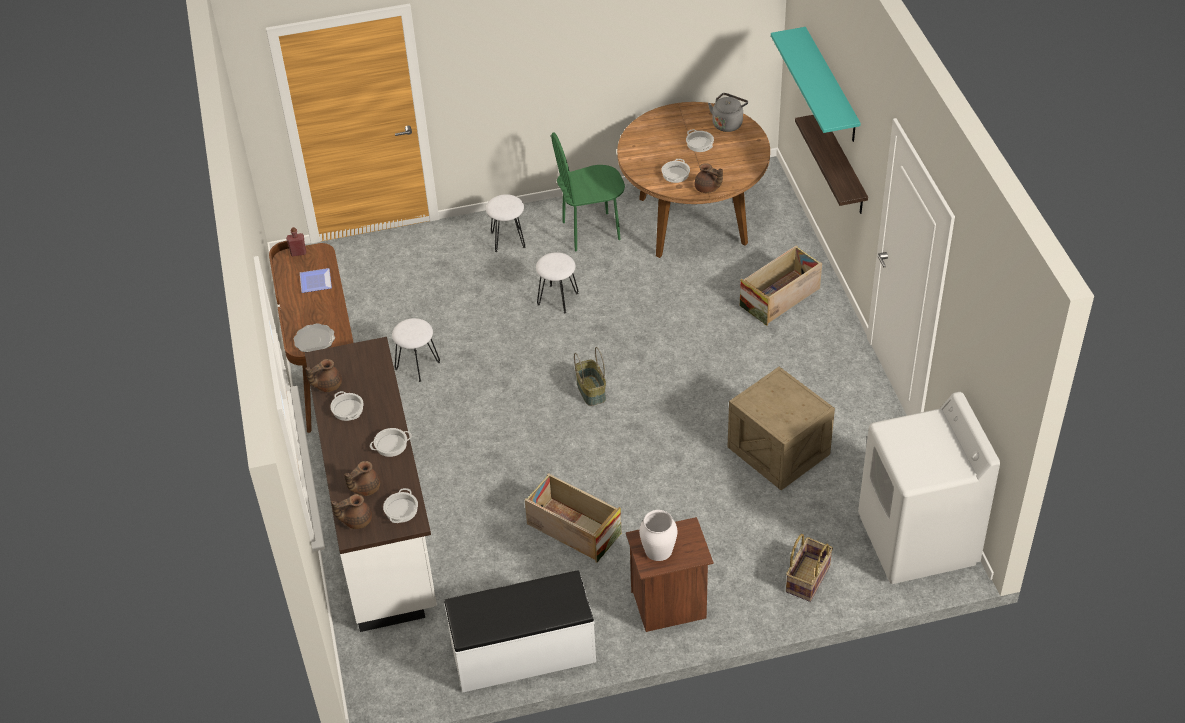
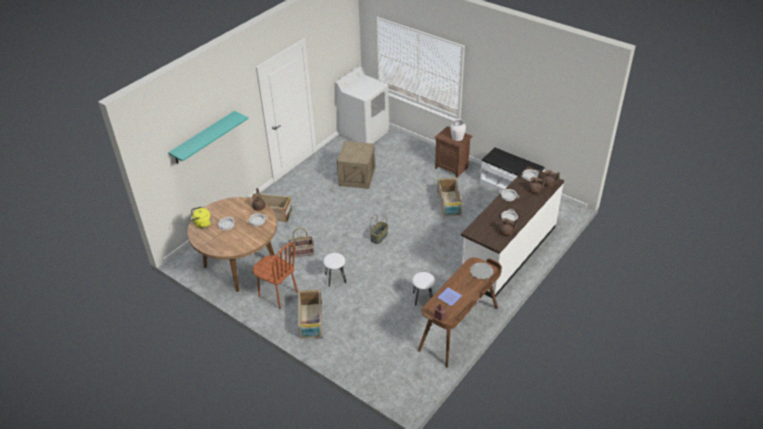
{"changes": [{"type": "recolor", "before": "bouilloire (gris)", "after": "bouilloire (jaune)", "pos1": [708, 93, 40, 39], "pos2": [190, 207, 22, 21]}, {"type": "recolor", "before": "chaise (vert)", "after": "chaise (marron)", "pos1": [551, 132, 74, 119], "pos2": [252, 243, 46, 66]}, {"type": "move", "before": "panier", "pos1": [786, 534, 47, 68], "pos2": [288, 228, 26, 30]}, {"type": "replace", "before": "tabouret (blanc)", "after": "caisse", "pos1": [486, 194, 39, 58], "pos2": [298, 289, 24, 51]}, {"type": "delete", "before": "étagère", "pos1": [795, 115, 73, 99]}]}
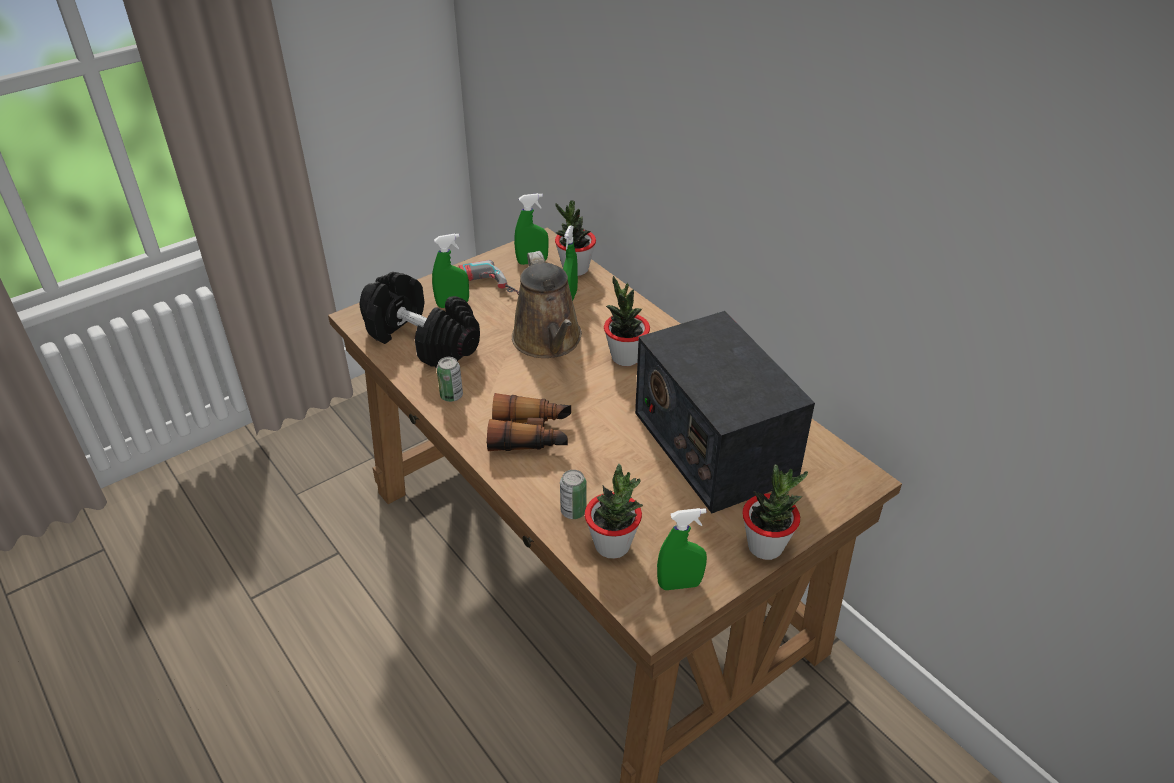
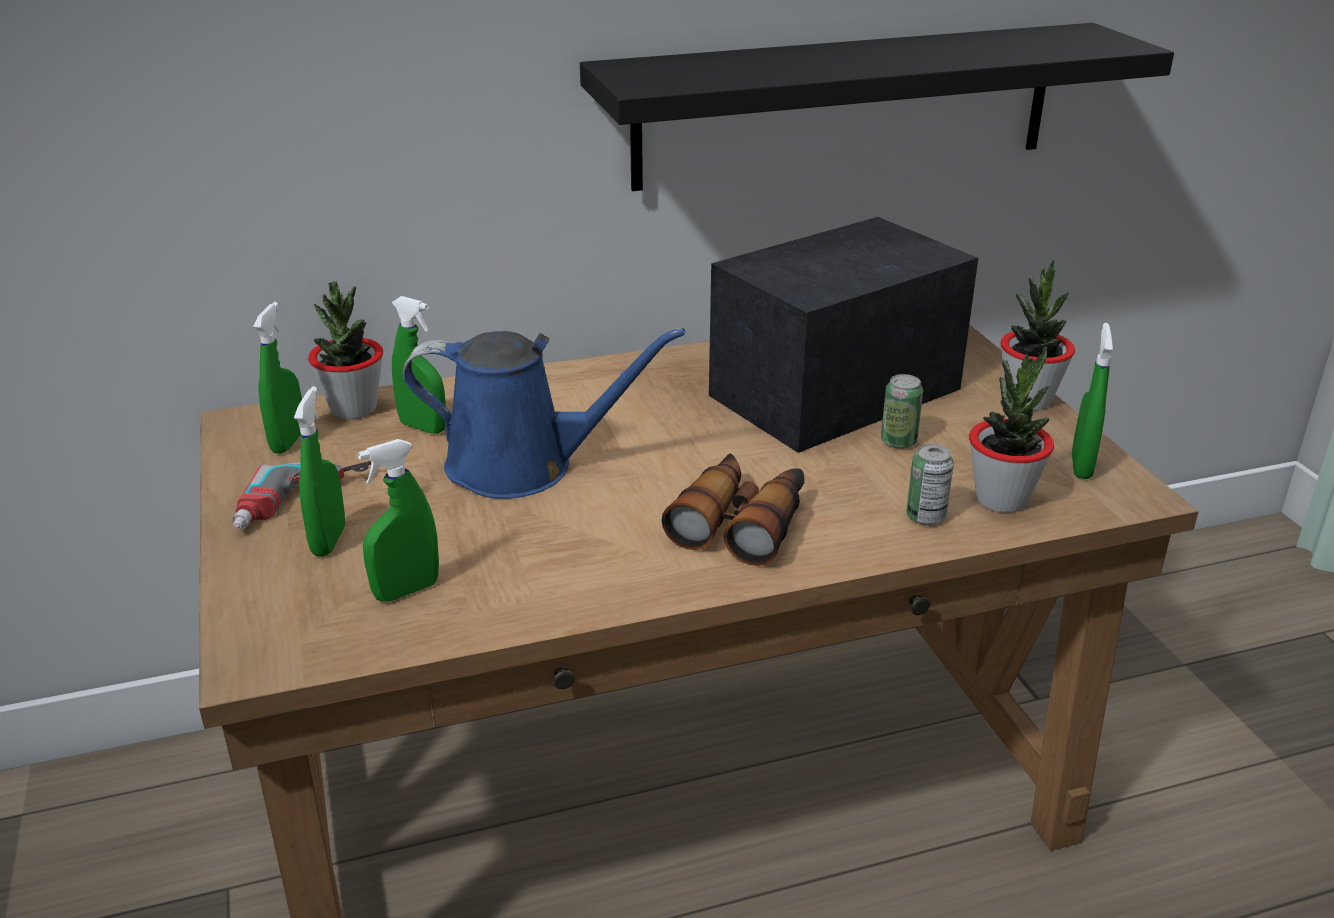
{"changes": [{"type": "replace", "before": "haltère (noir)", "after": "vaporisateur (vert)", "pos1": [359, 272, 121, 96], "pos2": [358, 439, 81, 163]}, {"type": "recolor", "before": "arrosoir (marron)", "after": "arrosoir (bleu)", "pos1": [512, 251, 70, 107], "pos2": [403, 328, 282, 171]}, {"type": "insert", "after": "étagère (noir)", "pos2": [580, 23, 594, 168]}, {"type": "rotate", "before": "radio", "pos1": [635, 311, 180, 202], "pos2": [709, 217, 269, 236], "turn": 150}, {"type": "move", "before": "boîte métallique", "pos1": [437, 357, 26, 45], "pos2": [881, 374, 42, 75]}, {"type": "delete", "before": "plante en pot", "pos1": [604, 276, 46, 90]}]}
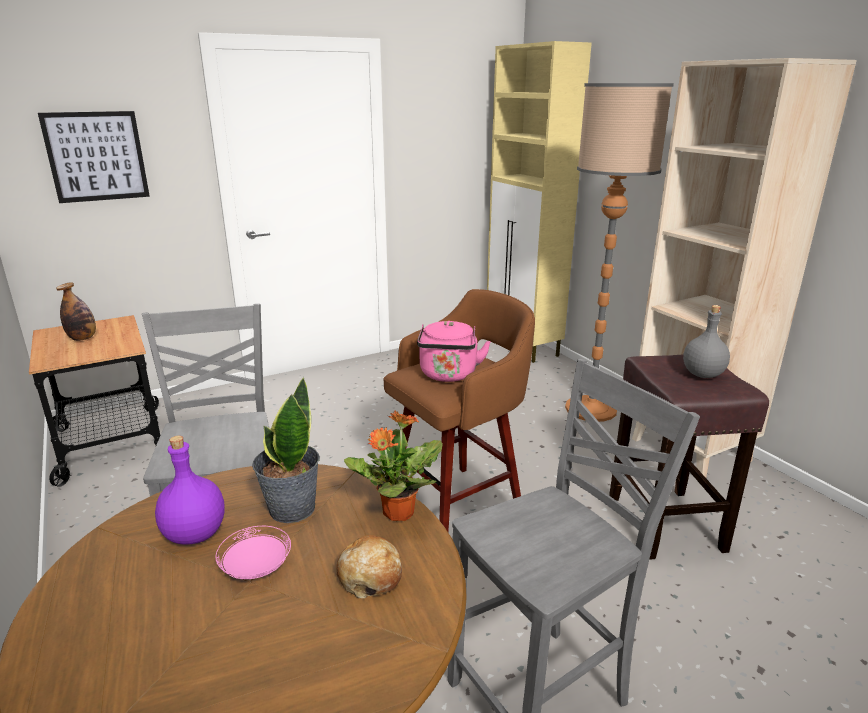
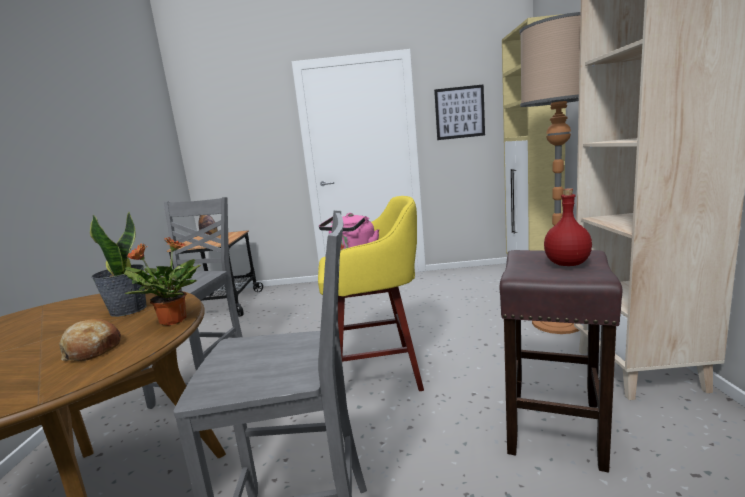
{"changes": [{"type": "recolor", "before": "tabouret (marron)", "after": "tabouret (jaune)", "pos1": [383, 289, 152, 242], "pos2": [318, 196, 106, 195]}, {"type": "move", "before": "tableau", "pos1": [38, 111, 112, 92], "pos2": [434, 84, 51, 56]}, {"type": "recolor", "before": "bouteille (gris)", "after": "bouteille (rouge)", "pos1": [683, 305, 47, 73], "pos2": [544, 188, 48, 78]}, {"type": "delete", "before": "bouteille (violet)", "pos1": [155, 436, 69, 109]}, {"type": "delete", "before": "assiette (rose)", "pos1": [216, 526, 75, 53]}]}
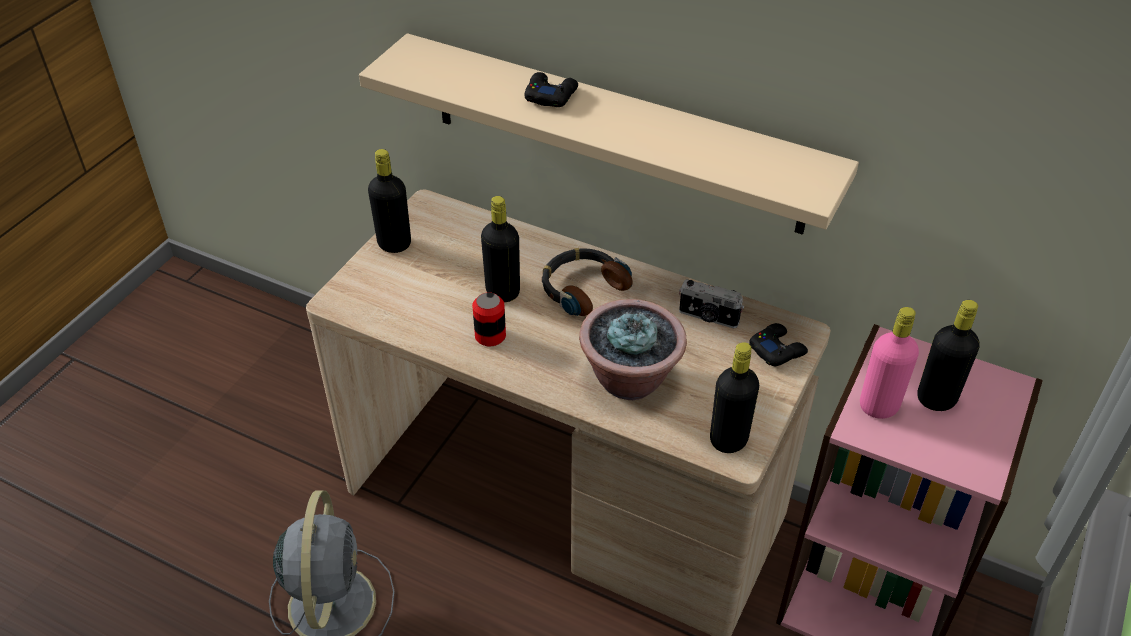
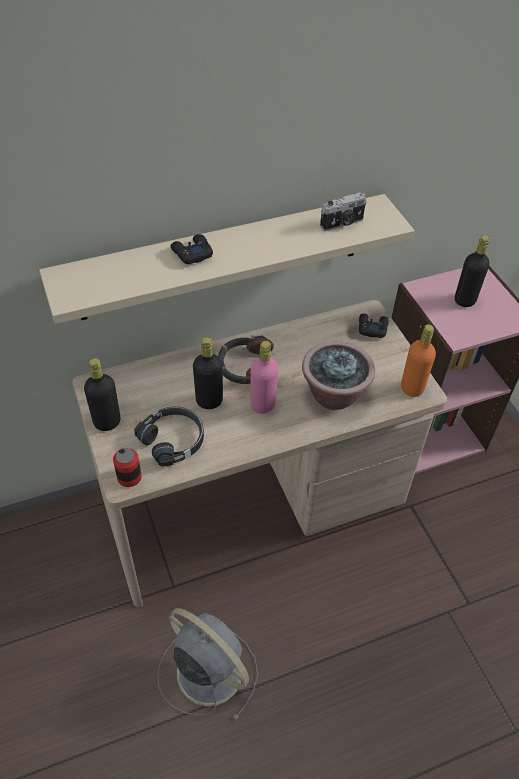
{"changes": [{"type": "move", "before": "boîte métallique", "pos1": [472, 292, 34, 54], "pos2": [113, 448, 29, 39]}, {"type": "insert", "after": "casque audio (noir)", "pos2": [134, 407, 70, 60]}, {"type": "move", "before": "bouteille (rose)", "pos1": [860, 307, 59, 112], "pos2": [250, 341, 28, 73]}, {"type": "move", "before": "appareil photo", "pos1": [679, 280, 65, 48], "pos2": [320, 192, 46, 39]}, {"type": "recolor", "before": "bouteille (noir)", "after": "bouteille (orange)", "pos1": [710, 342, 49, 111], "pos2": [401, 324, 35, 73]}]}
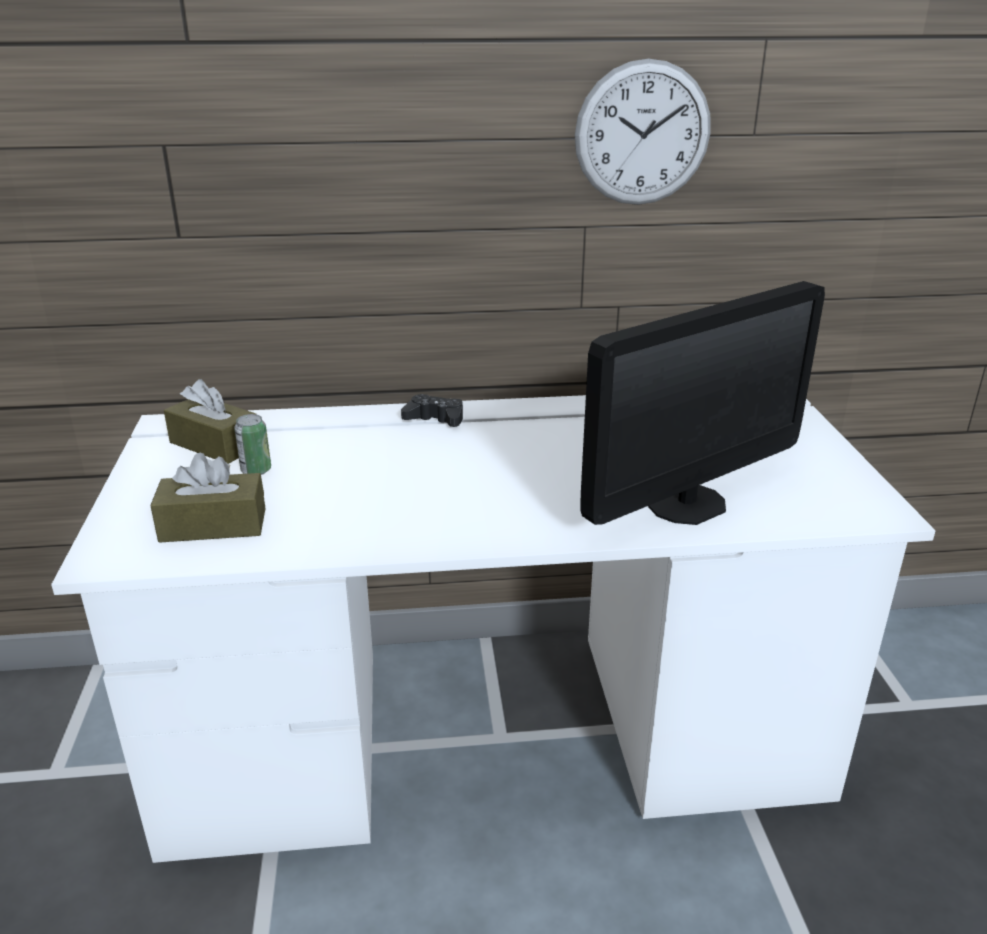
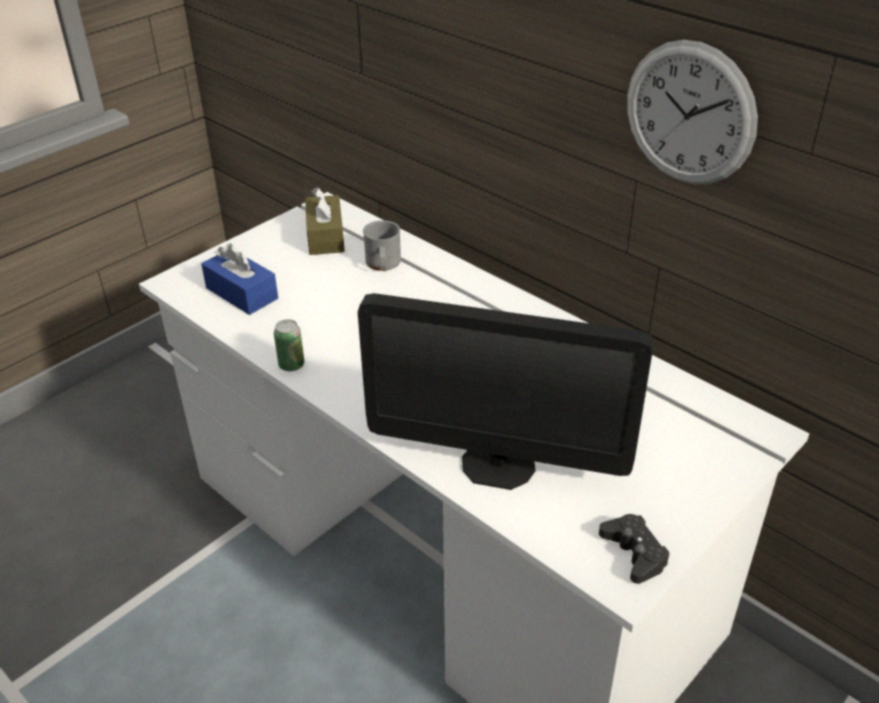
{"changes": [{"type": "recolor", "before": "boîte à mouchoirs (marron)", "after": "boîte à mouchoirs (bleu)", "pos1": [150, 453, 116, 90], "pos2": [201, 243, 77, 72]}, {"type": "move", "before": "boîte métallique", "pos1": [234, 414, 37, 61], "pos2": [274, 319, 31, 52]}, {"type": "insert", "after": "mug (gris)", "pos2": [363, 220, 38, 51]}, {"type": "move", "before": "manette (noir)", "pos1": [401, 394, 62, 33], "pos2": [599, 514, 71, 70]}]}
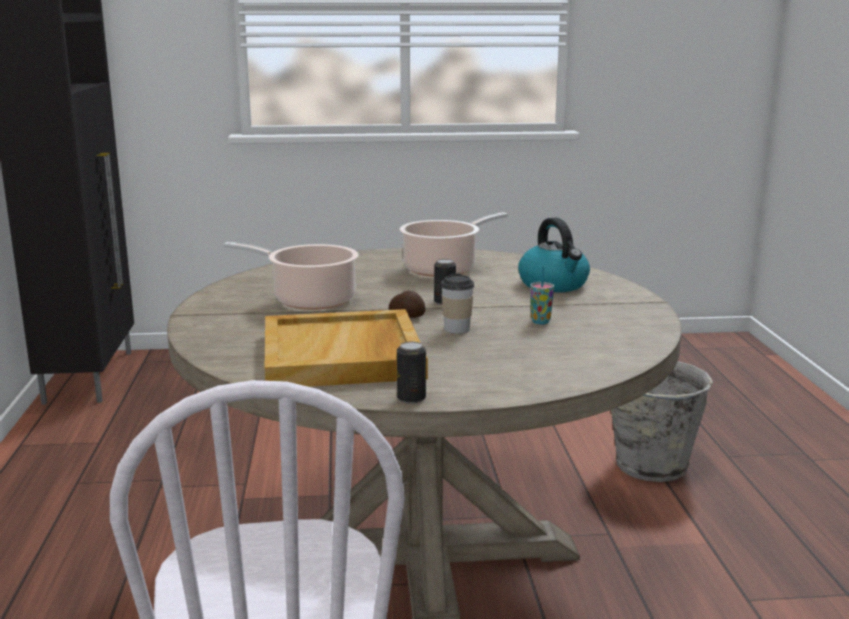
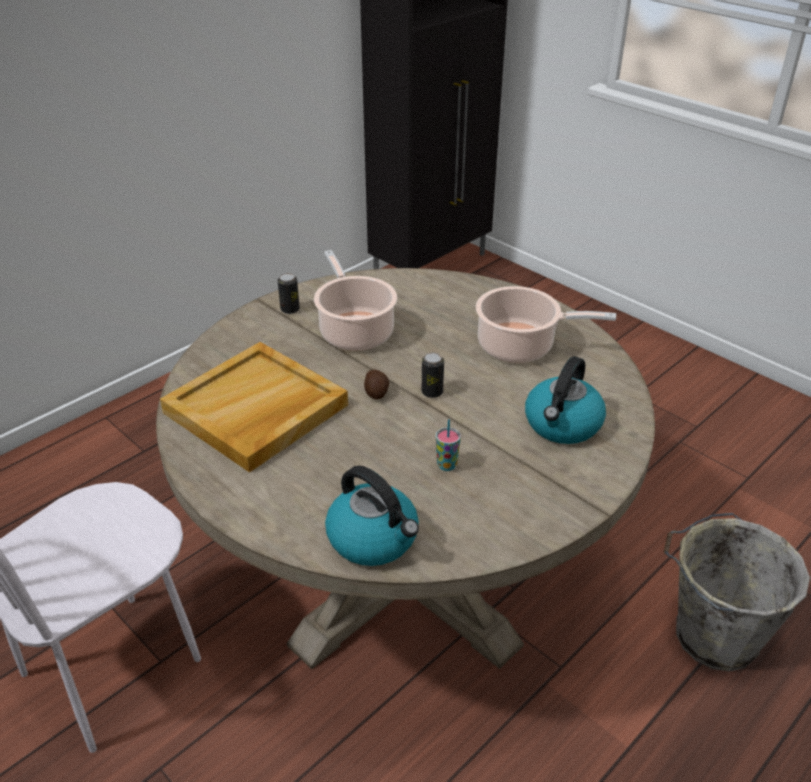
{"changes": [{"type": "move", "before": "boîte métallique", "pos1": [397, 341, 29, 63], "pos2": [278, 273, 22, 41]}, {"type": "insert", "after": "bouilloire", "pos2": [325, 466, 94, 100]}, {"type": "delete", "before": "tasse", "pos1": [441, 273, 33, 61]}]}
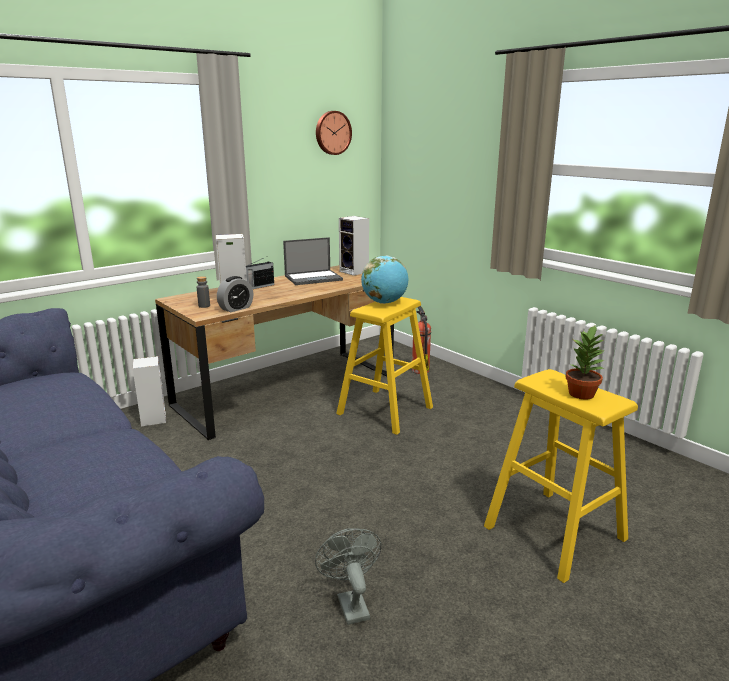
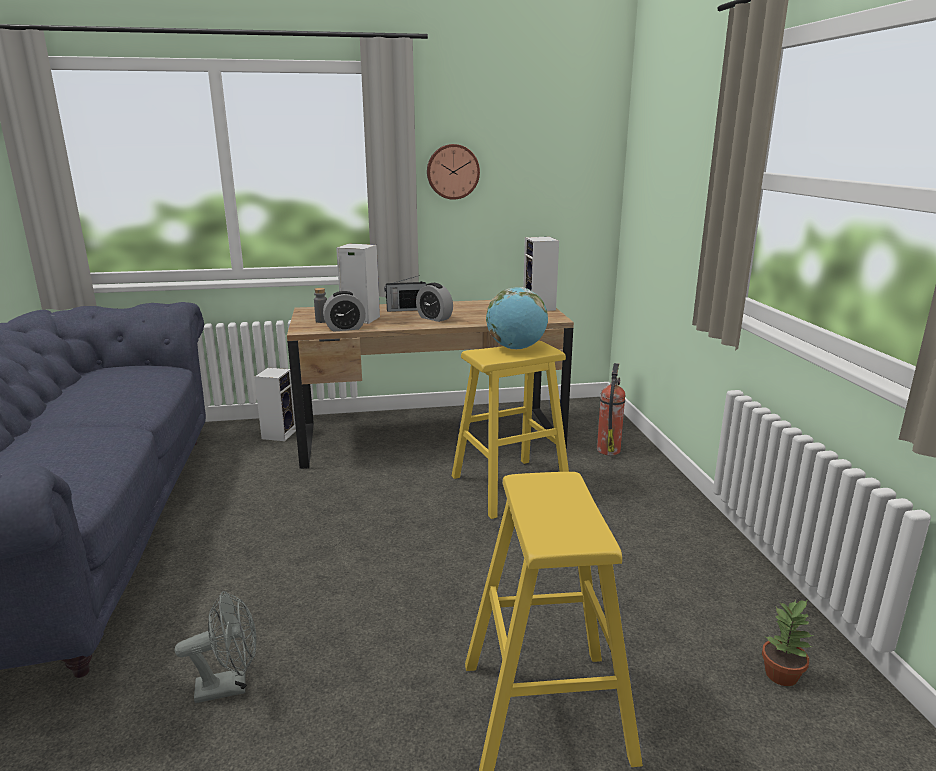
{"changes": [{"type": "rotate", "before": "ventilateur (gris)", "pos1": [315, 528, 67, 97], "pos2": [175, 591, 82, 112], "turn": 60}, {"type": "insert", "after": "réveil", "pos2": [416, 283, 37, 39]}, {"type": "move", "before": "horloge murale", "pos1": [316, 111, 36, 44], "pos2": [427, 144, 53, 56]}, {"type": "move", "before": "plante en pot", "pos1": [566, 324, 39, 76], "pos2": [762, 600, 52, 86]}, {"type": "delete", "before": "ordinateur portable", "pos1": [283, 237, 60, 48]}]}
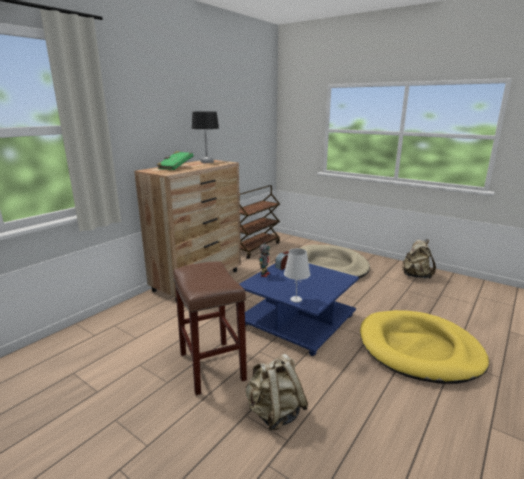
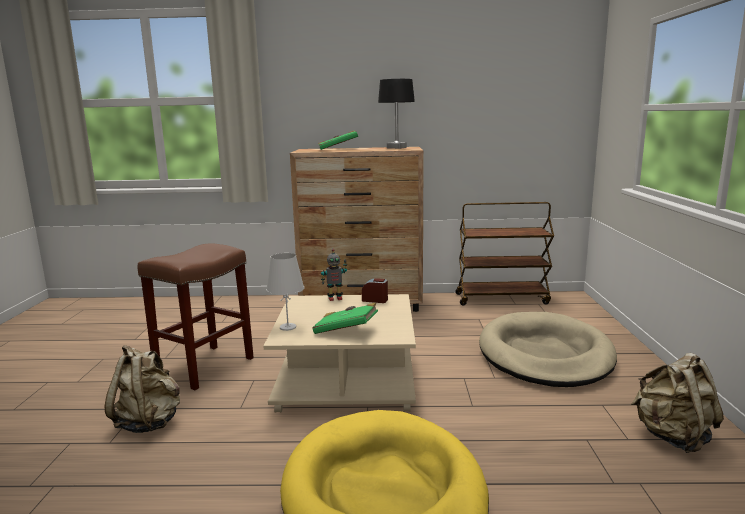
{"changes": [{"type": "recolor", "before": "table basse (bleu)", "after": "table basse (beige)", "pos1": [239, 263, 120, 93], "pos2": [263, 294, 153, 118]}, {"type": "insert", "after": "livre (vert)", "pos2": [313, 303, 65, 31]}]}
